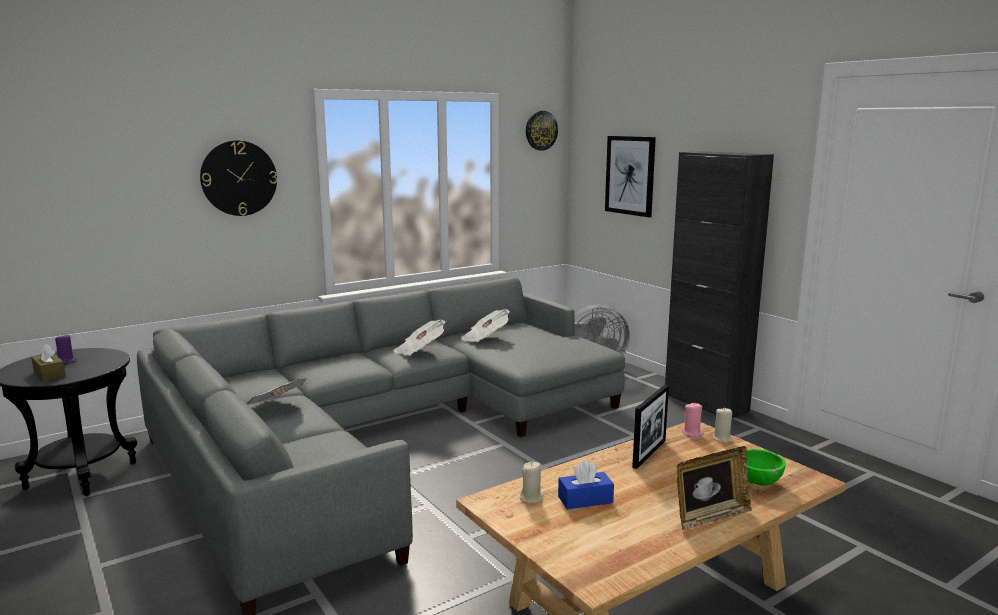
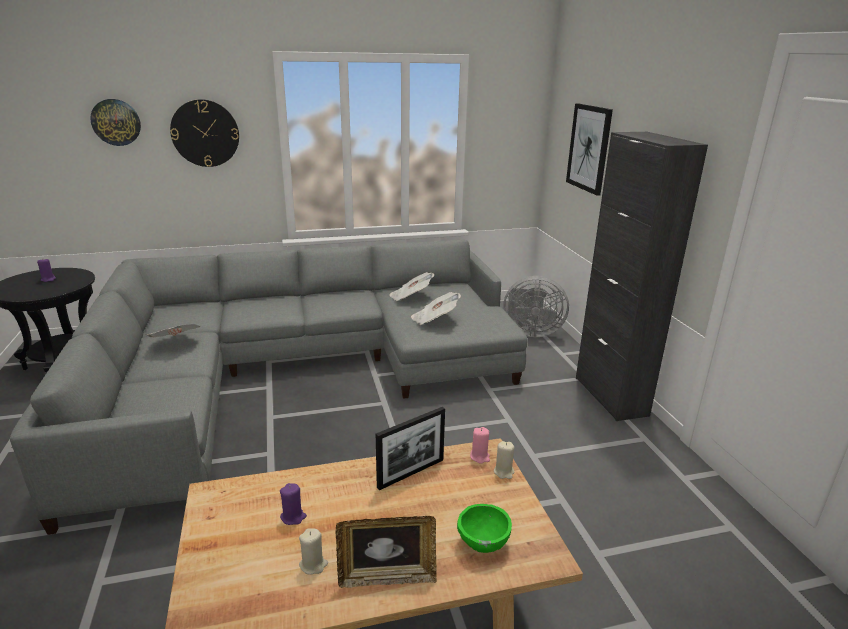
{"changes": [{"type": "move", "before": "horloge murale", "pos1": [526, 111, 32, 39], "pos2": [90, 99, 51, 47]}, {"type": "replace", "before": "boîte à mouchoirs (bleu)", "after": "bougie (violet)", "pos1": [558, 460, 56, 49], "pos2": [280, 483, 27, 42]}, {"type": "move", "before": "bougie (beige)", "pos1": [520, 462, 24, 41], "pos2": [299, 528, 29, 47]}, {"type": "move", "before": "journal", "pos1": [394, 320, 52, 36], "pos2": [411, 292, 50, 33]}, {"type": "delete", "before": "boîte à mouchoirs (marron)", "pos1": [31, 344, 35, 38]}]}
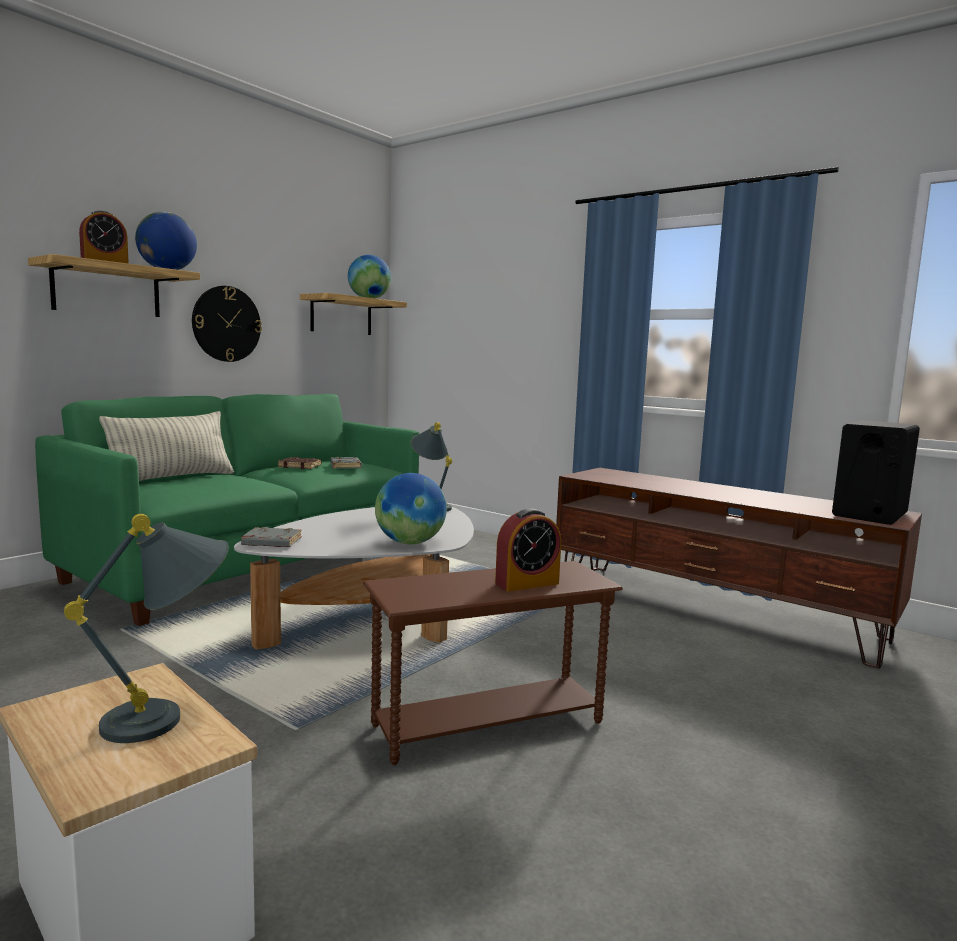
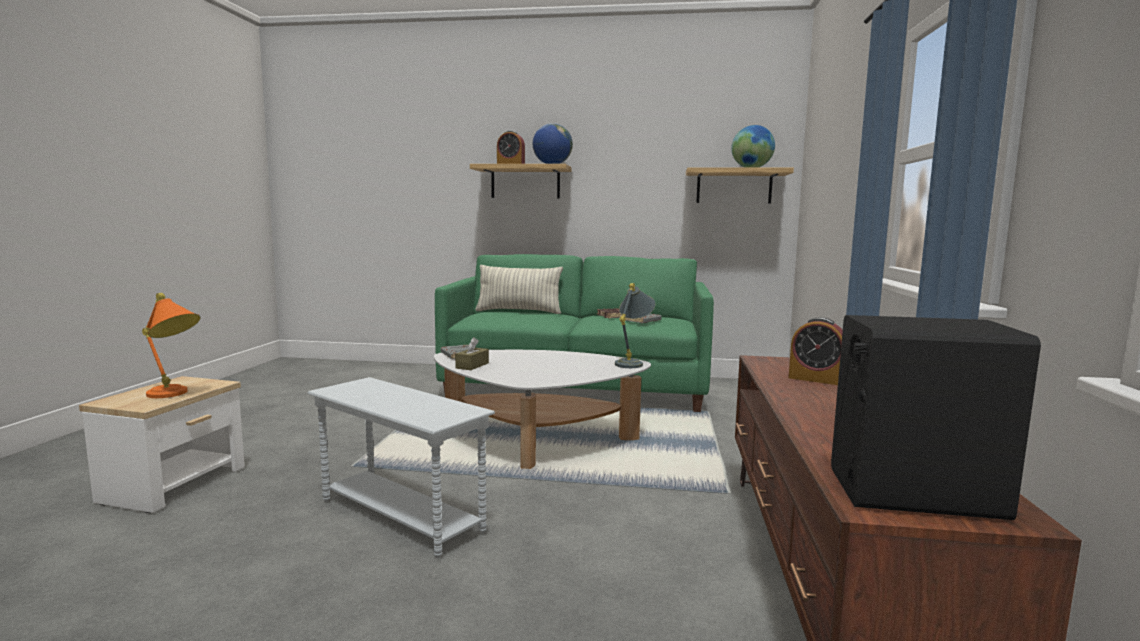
{"changes": [{"type": "recolor", "before": "lampe de table (gris)", "after": "lampe de table (orange)", "pos1": [64, 514, 165, 229], "pos2": [142, 293, 58, 105]}, {"type": "recolor", "before": "table d'appoint (marron)", "after": "table d'appoint (blanc)", "pos1": [363, 561, 260, 204], "pos2": [307, 377, 188, 181]}, {"type": "insert", "after": "boîte à mouchoirs (marron)", "pos2": [455, 337, 34, 33]}, {"type": "move", "before": "réveil", "pos1": [495, 508, 66, 84], "pos2": [789, 317, 54, 68]}, {"type": "delete", "before": "horloge murale", "pos1": [192, 286, 70, 76]}, {"type": "delete", "before": "globe", "pos1": [375, 473, 72, 71]}]}
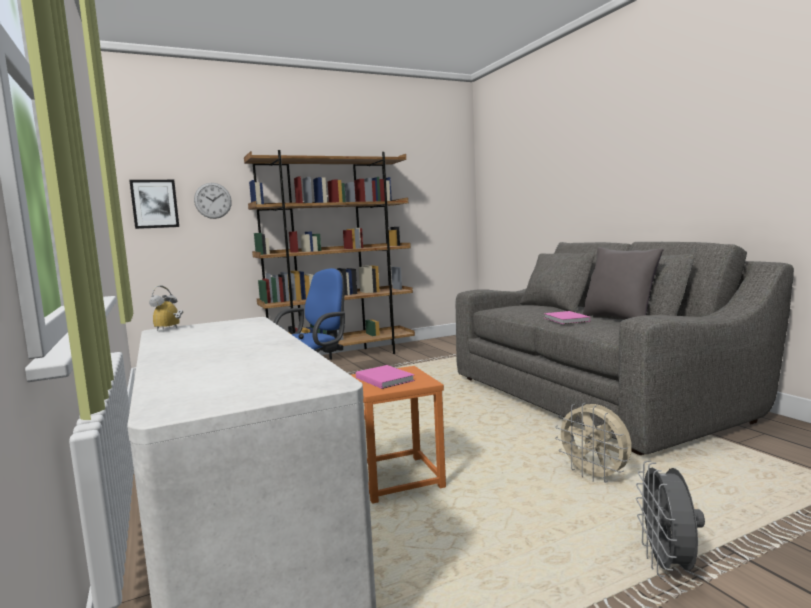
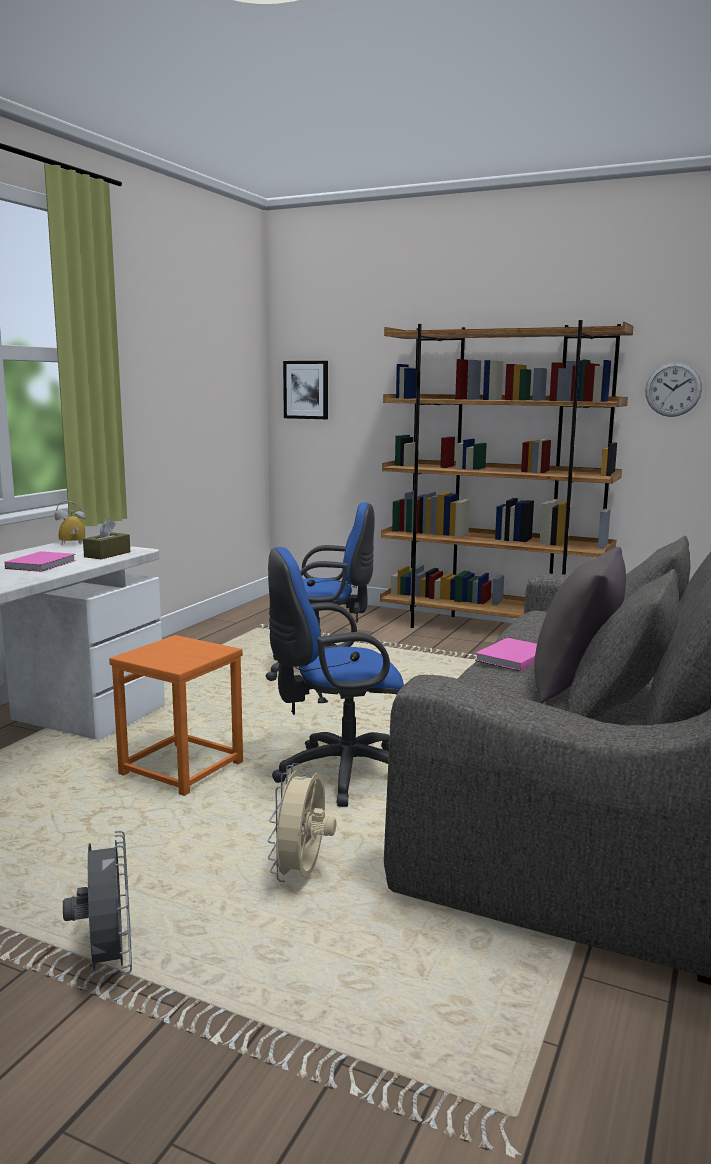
{"changes": [{"type": "move", "before": "livre (rose)", "pos1": [356, 365, 59, 24], "pos2": [5, 551, 71, 21]}, {"type": "rotate", "before": "ventilateur (gris)", "pos1": [636, 461, 69, 116], "pos2": [63, 831, 69, 144], "turn": 105}, {"type": "insert", "after": "boîte à mouchoirs (marron)", "pos2": [83, 519, 47, 40]}, {"type": "insert", "after": "chaise de bureau (bleu)", "pos2": [268, 547, 136, 260]}, {"type": "move", "before": "horloge murale", "pos1": [194, 183, 38, 36], "pos2": [645, 362, 57, 55]}]}
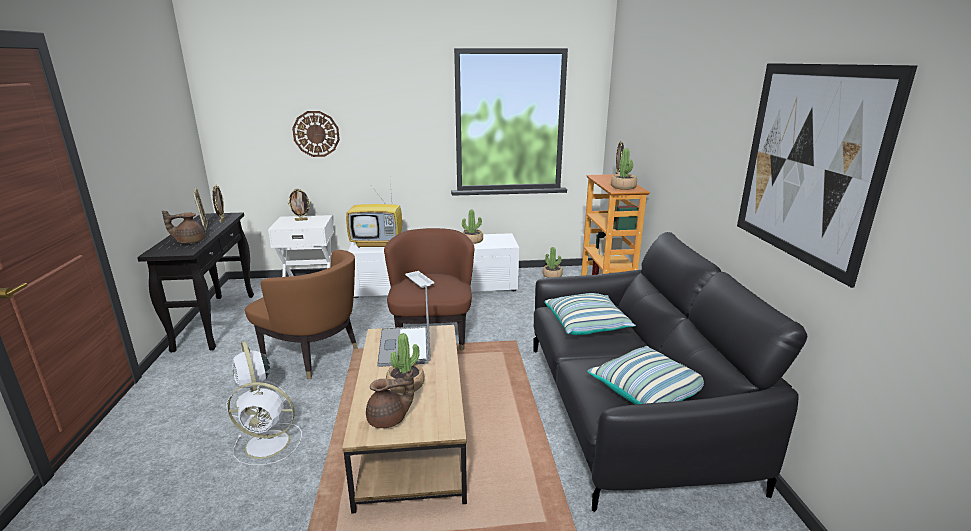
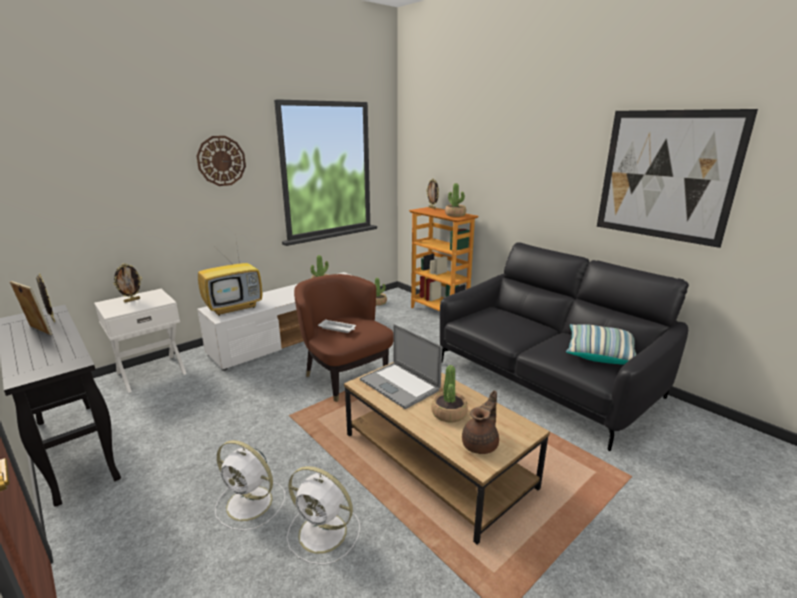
{"changes": [{"type": "move", "before": "horloge murale", "pos1": [292, 111, 48, 46], "pos2": [196, 136, 50, 50]}, {"type": "rotate", "before": "ventilateur (blanc)", "pos1": [227, 382, 75, 83], "pos2": [286, 466, 74, 99], "turn": 60}, {"type": "delete", "before": "théière (marron)", "pos1": [162, 210, 43, 33]}, {"type": "delete", "before": "fauteuil (marron)", "pos1": [245, 250, 113, 129]}, {"type": "delete", "before": "coussin", "pos1": [544, 293, 92, 42]}]}
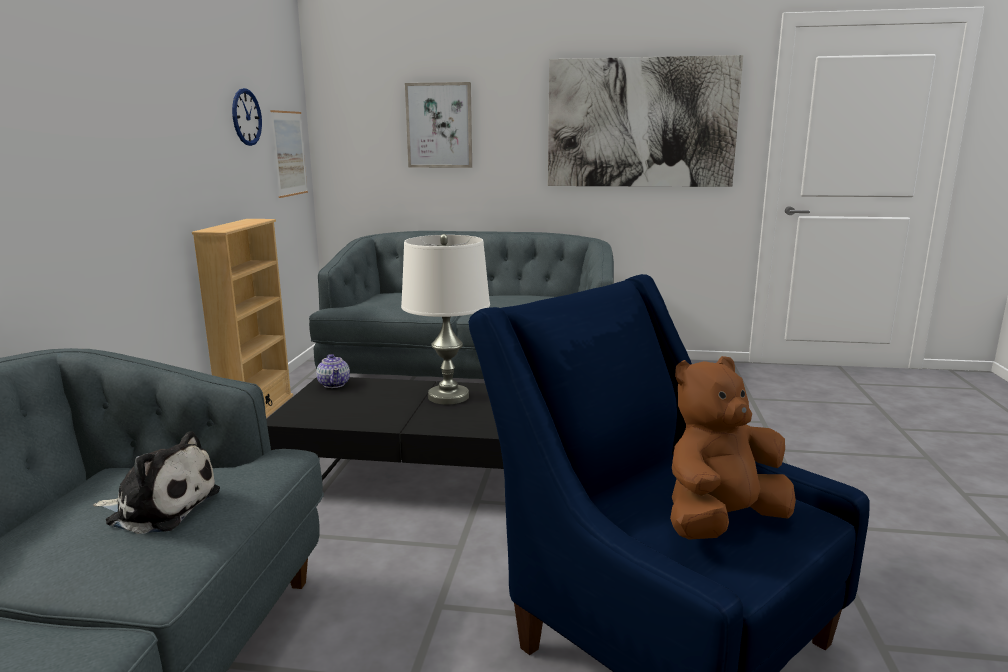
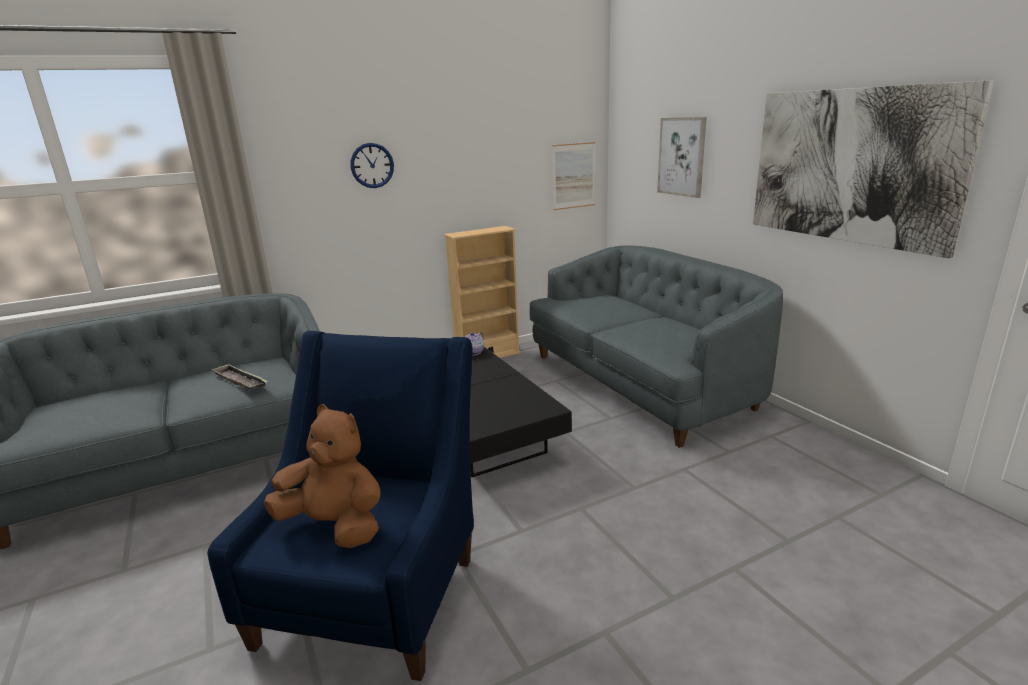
{"changes": [{"type": "replace", "before": "peluche", "after": "plateau", "pos1": [93, 431, 127, 103], "pos2": [211, 364, 57, 25]}, {"type": "move", "before": "horloge murale", "pos1": [232, 88, 30, 58], "pos2": [350, 143, 44, 45]}, {"type": "delete", "before": "lampe de table (blanc)", "pos1": [401, 234, 89, 171]}]}
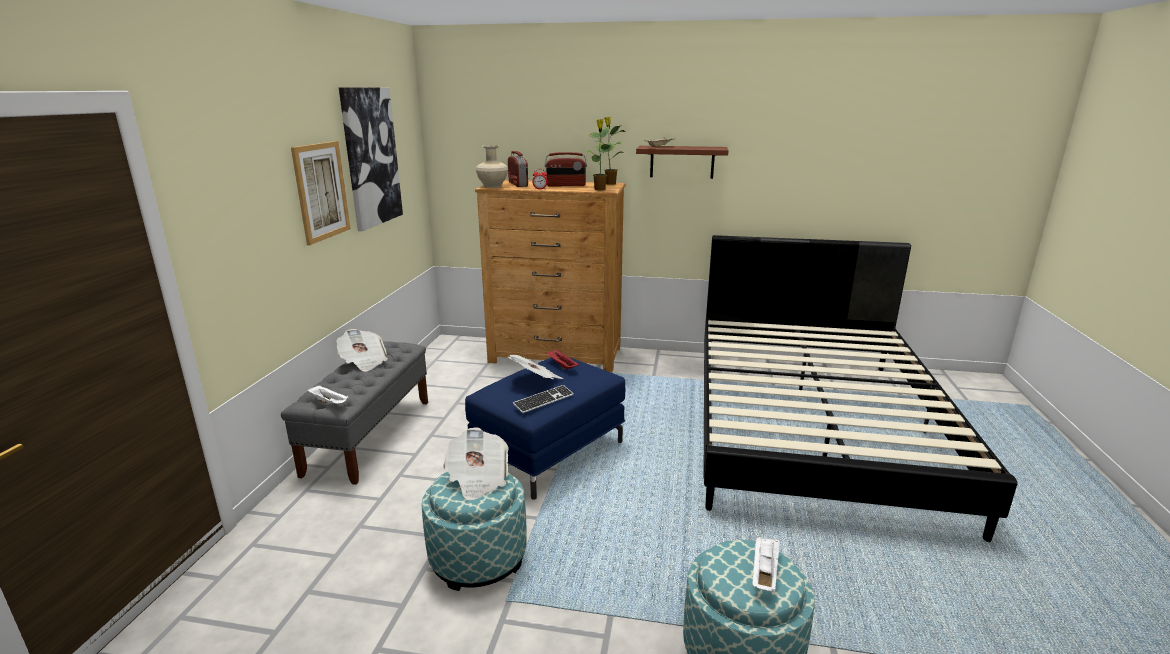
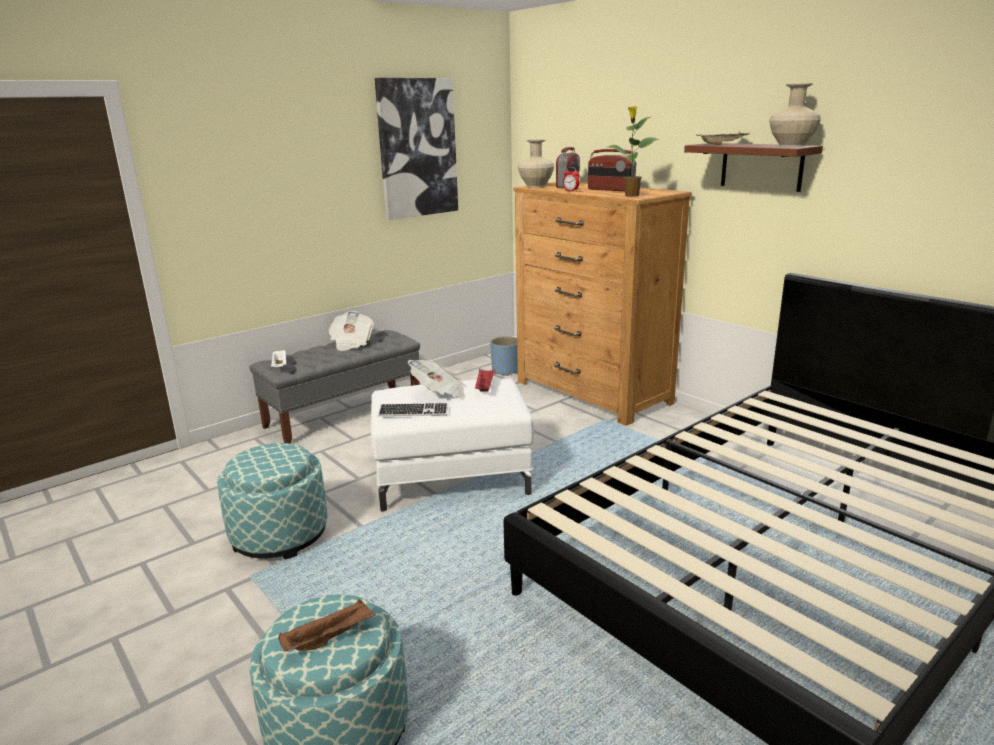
{"changes": [{"type": "recolor", "before": "plateau (blanc)", "after": "plateau (marron)", "pos1": [752, 536, 28, 56], "pos2": [278, 599, 97, 53]}, {"type": "recolor", "before": "pouf (bleu)", "after": "pouf (blanc)", "pos1": [465, 357, 160, 143], "pos2": [371, 379, 163, 133]}, {"type": "insert", "after": "cache-pot (bleu)", "pos2": [490, 336, 28, 40]}, {"type": "insert", "after": "vase (beige)", "pos2": [769, 84, 52, 63]}, {"type": "delete", "before": "tableau", "pos1": [291, 141, 60, 104]}, {"type": "delete", "before": "journal", "pos1": [443, 428, 66, 72]}, {"type": "delete", "before": "plante en pot", "pos1": [596, 117, 29, 68]}]}
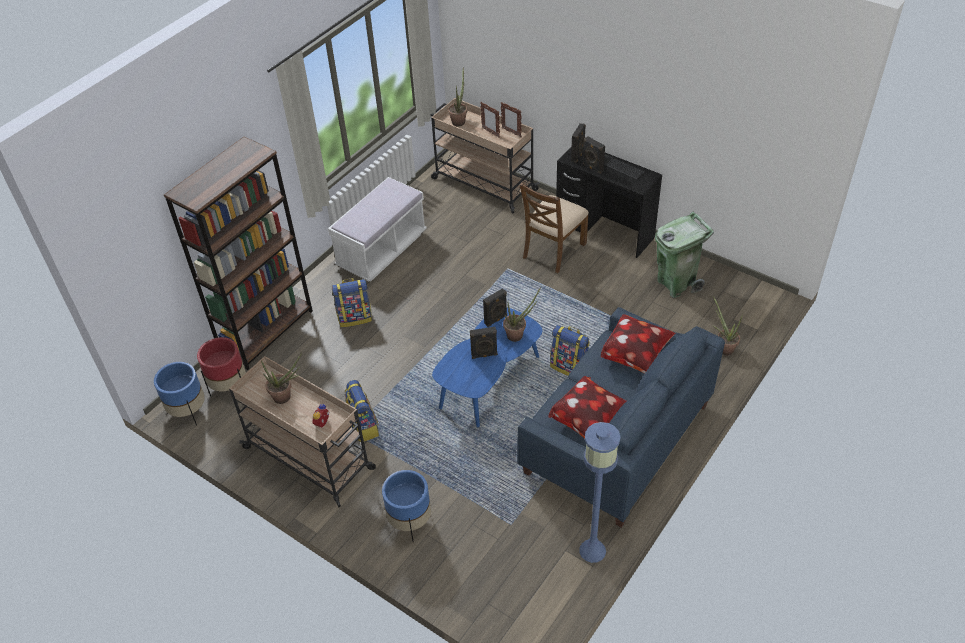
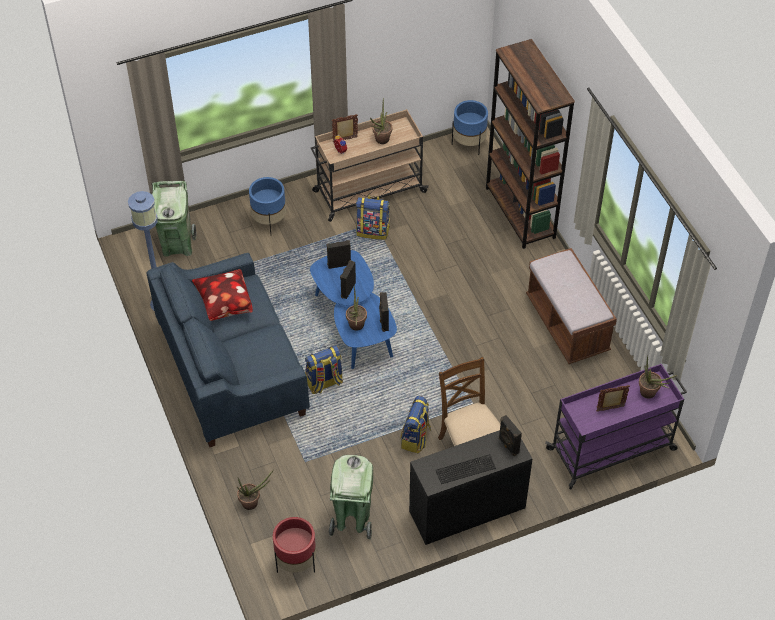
{"changes": [{"type": "insert", "after": "poubelle (vert)", "pos2": [152, 181, 45, 76]}, {"type": "move", "before": "cache-pot (rouge)", "pos1": [197, 337, 49, 59], "pos2": [273, 517, 43, 56]}, {"type": "move", "before": "enceinte (noir)", "pos1": [583, 136, 22, 38], "pos2": [326, 240, 25, 29]}, {"type": "move", "before": "cadre photo", "pos1": [501, 102, 21, 35], "pos2": [332, 114, 26, 28]}, {"type": "move", "before": "sac à dos", "pos1": [332, 278, 40, 49], "pos2": [401, 396, 30, 57]}, {"type": "recolor", "before": "banc (blanc)", "after": "banc (marron)", "pos1": [328, 177, 99, 104], "pos2": [526, 248, 91, 116]}, {"type": "recolor", "before": "chariot (beige)", "after": "chariot (violet)", "pos1": [431, 98, 109, 116], "pos2": [545, 364, 142, 125]}, {"type": "delete", "before": "coussin", "pos1": [601, 314, 74, 59]}]}
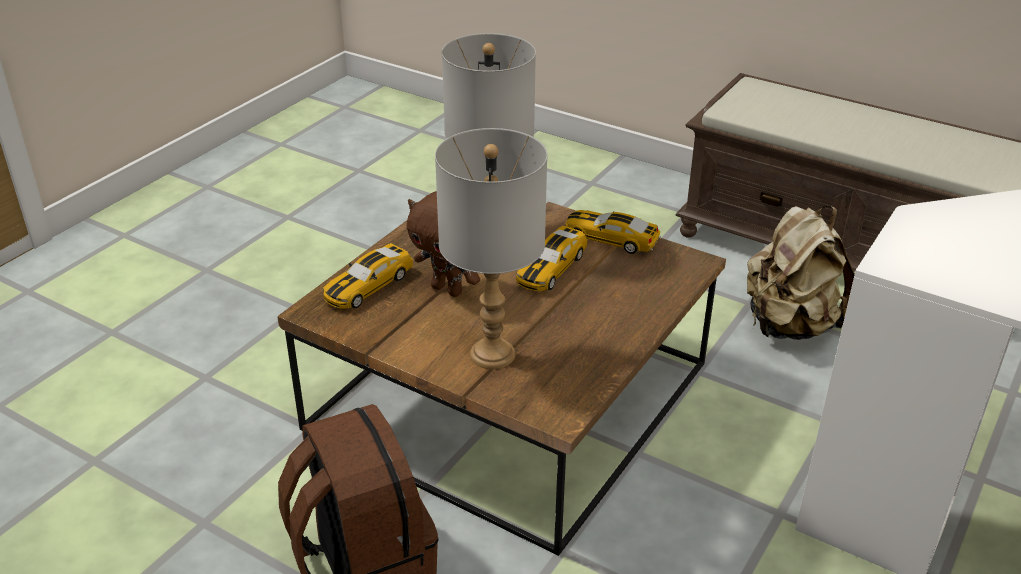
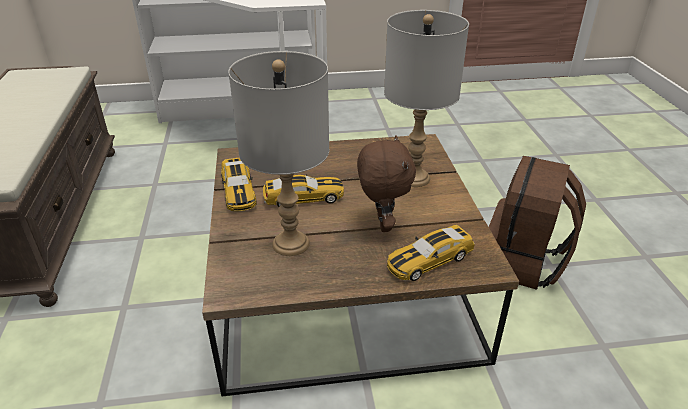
{"changes": [{"type": "rotate", "before": "petite voiture", "pos1": [324, 243, 89, 66], "pos2": [387, 225, 88, 56], "turn": 150}, {"type": "delete", "before": "sac à dos (beige)", "pos1": [747, 206, 108, 134]}]}
